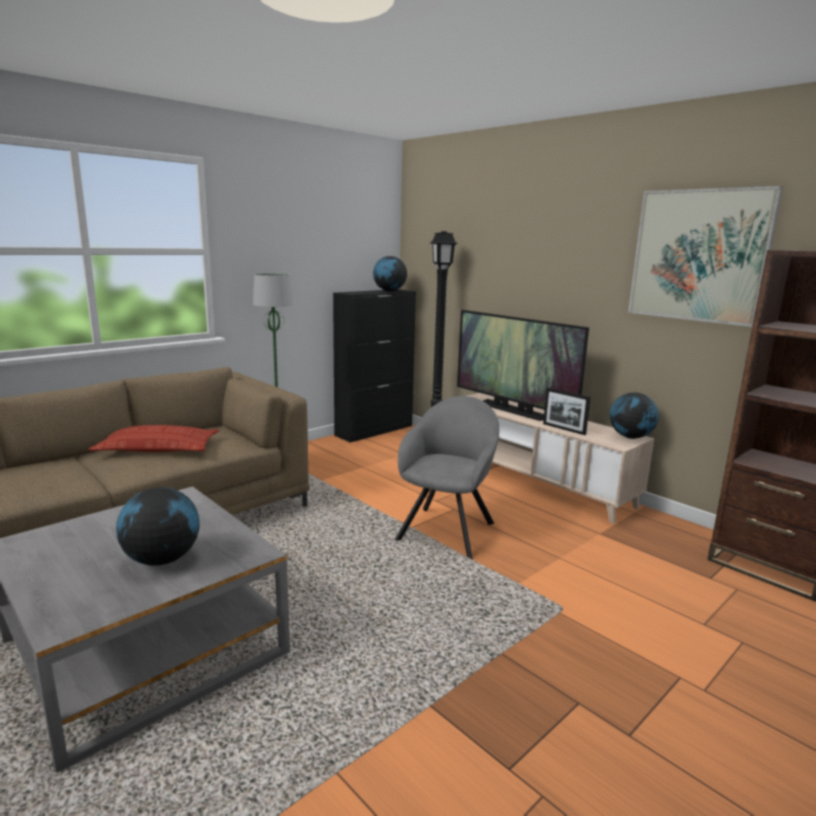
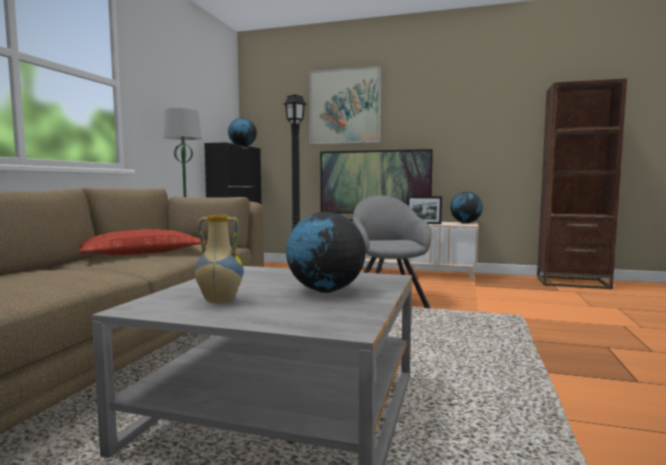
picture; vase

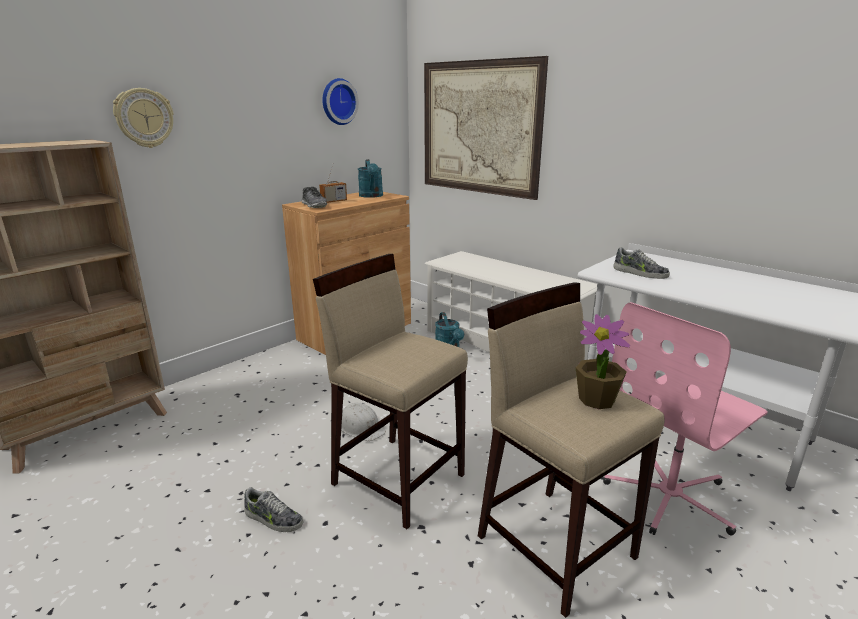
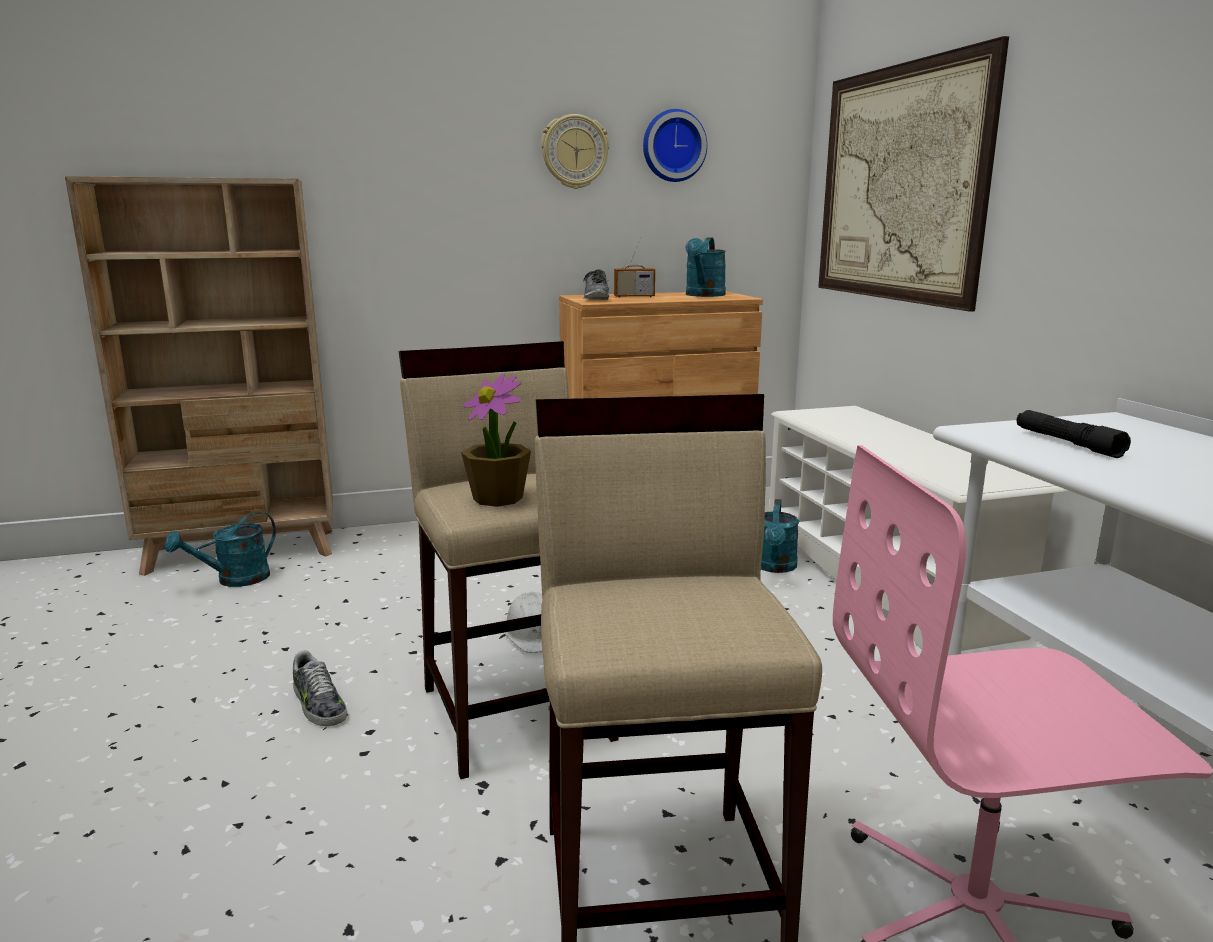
wall clock (1st from left); black flashlight; potted plant; turquoise watering can (1st from left)

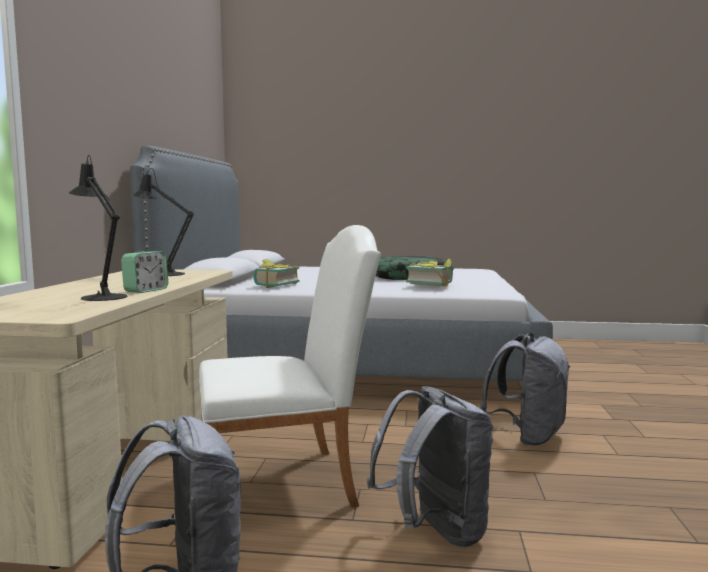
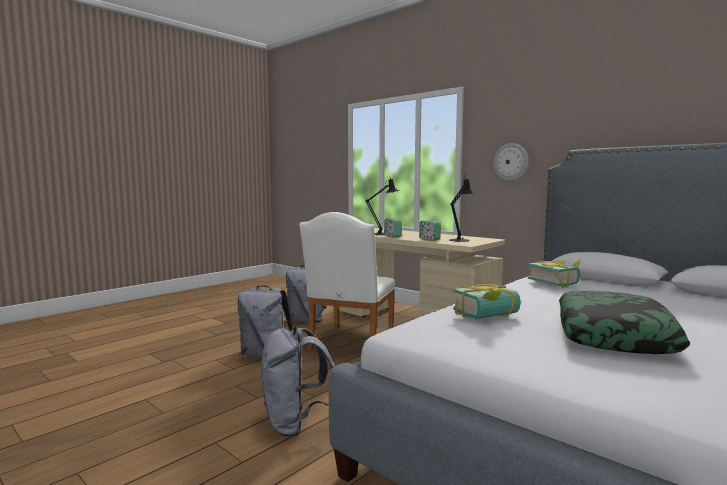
wall clock; alarm clock (2nd from left)

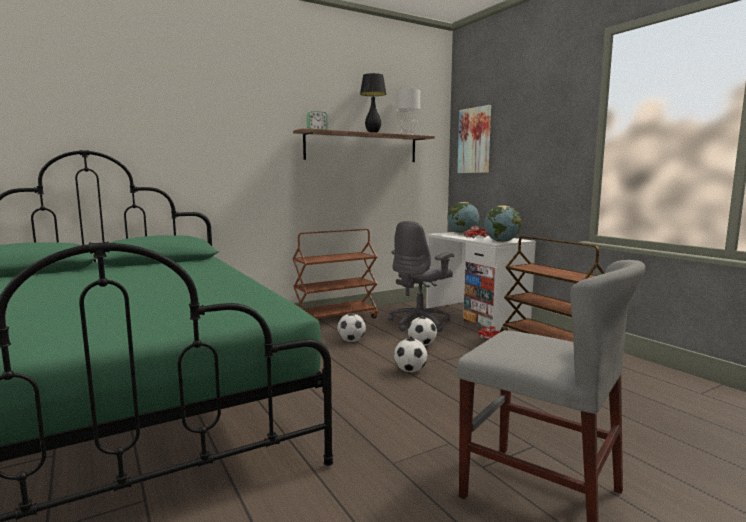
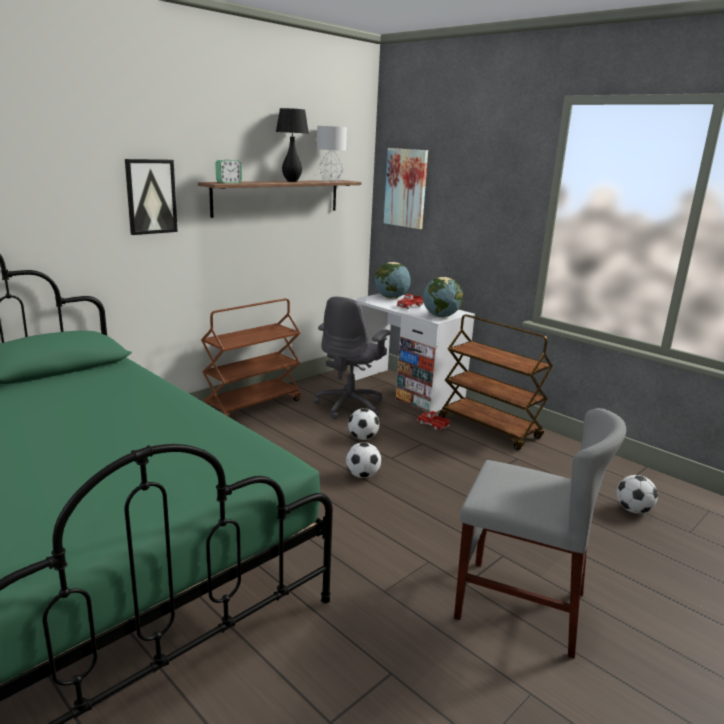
football (3rd from left); picture (1st from left)

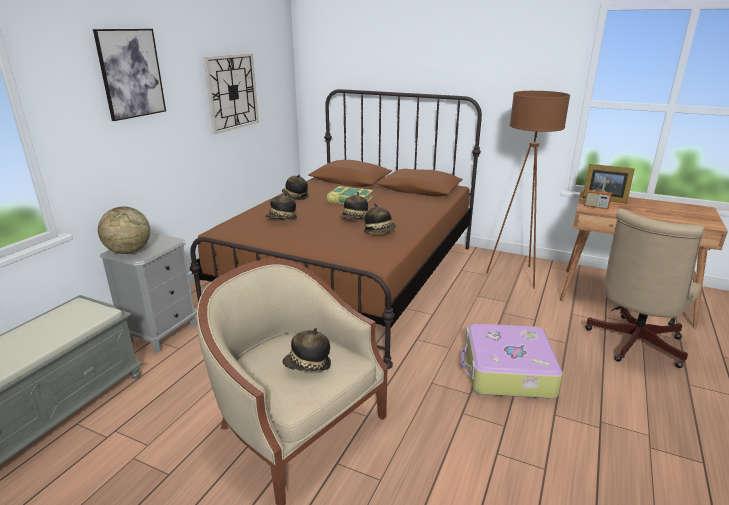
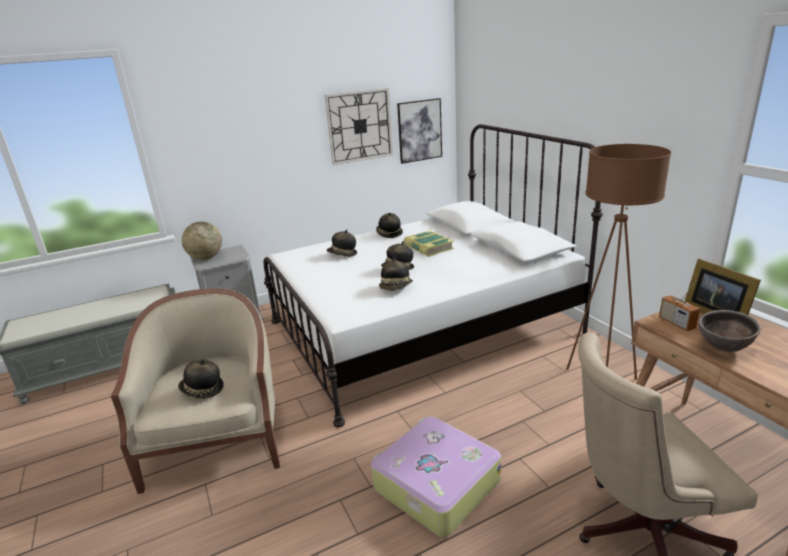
picture; white bed; brown bowl

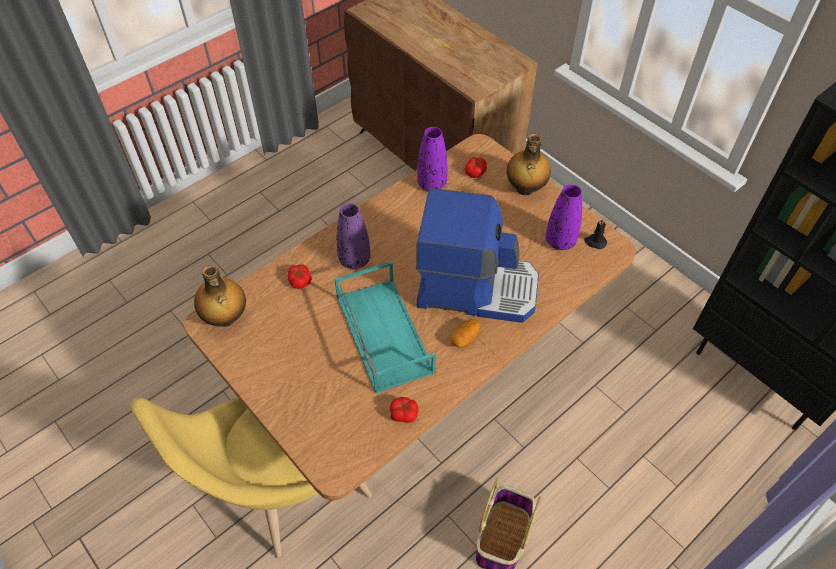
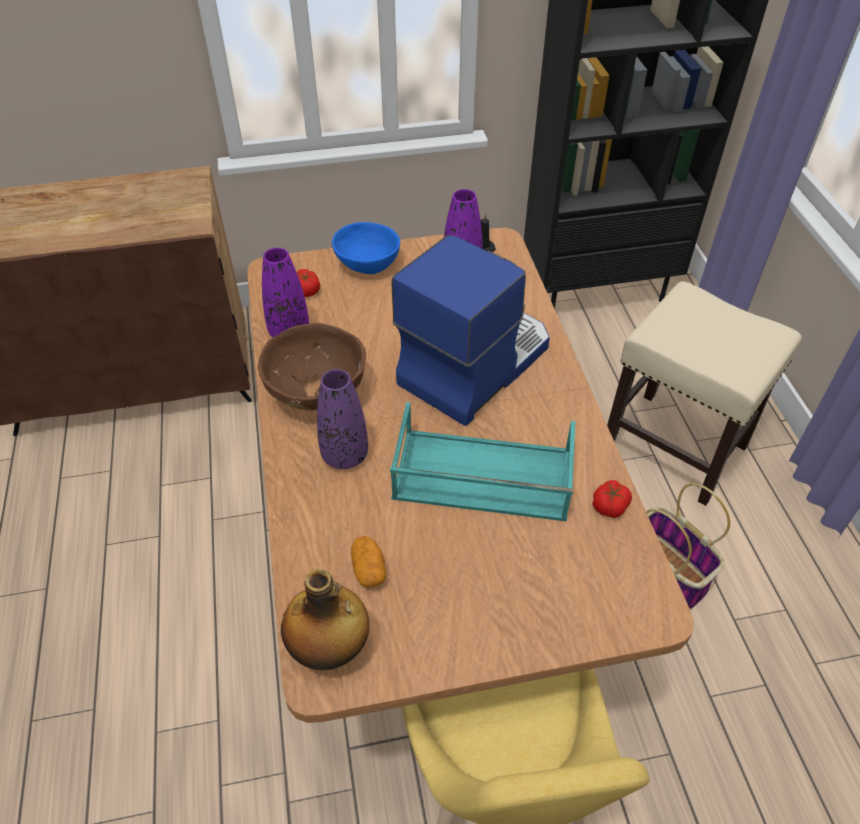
blue bowl; tomato (1st from left in the first image); potato; beige stool; brown bowl

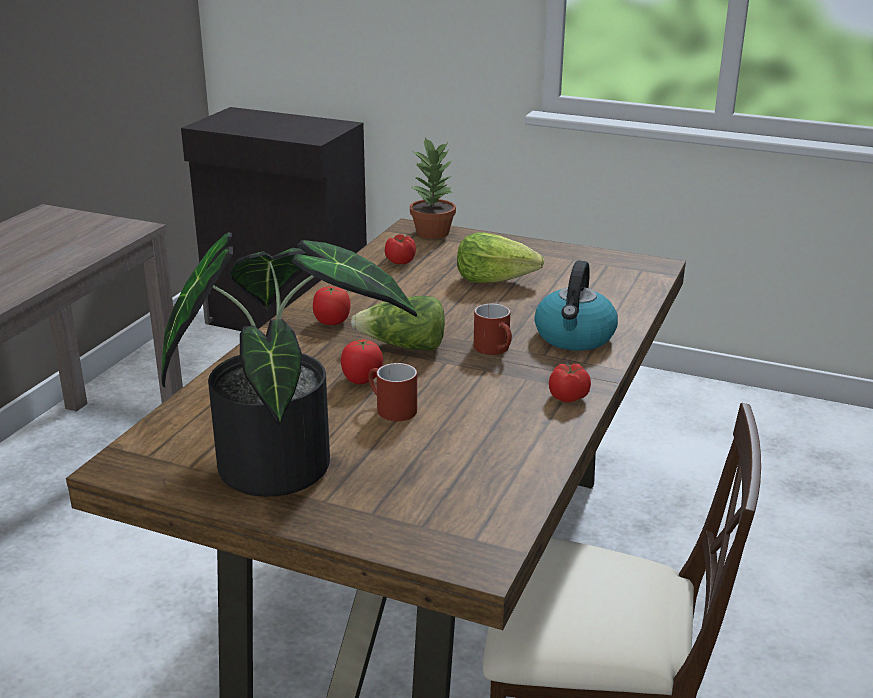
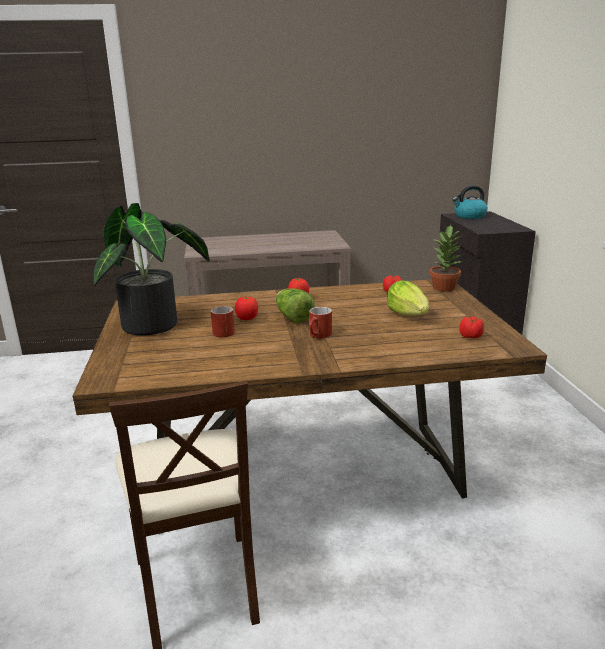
kettle; tomato (4th from left)

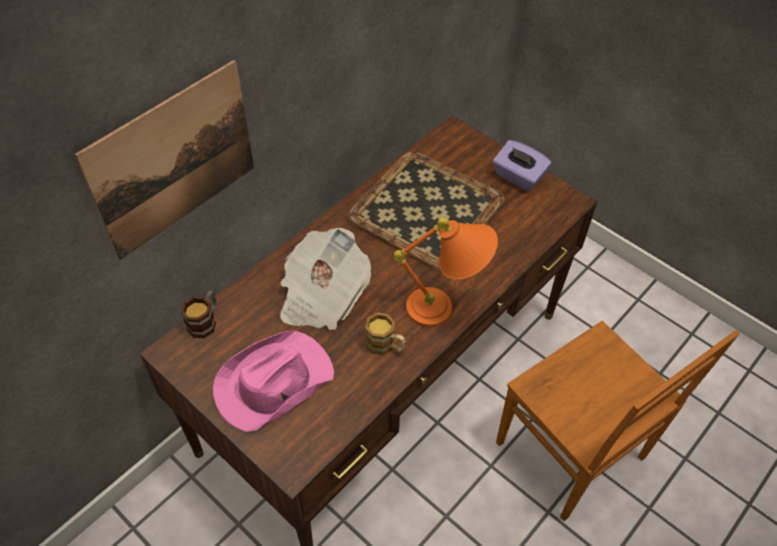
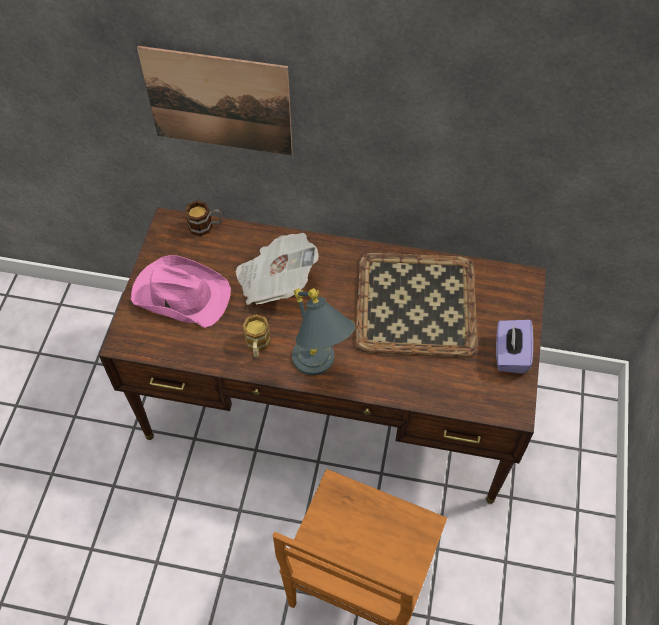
grey table lamp

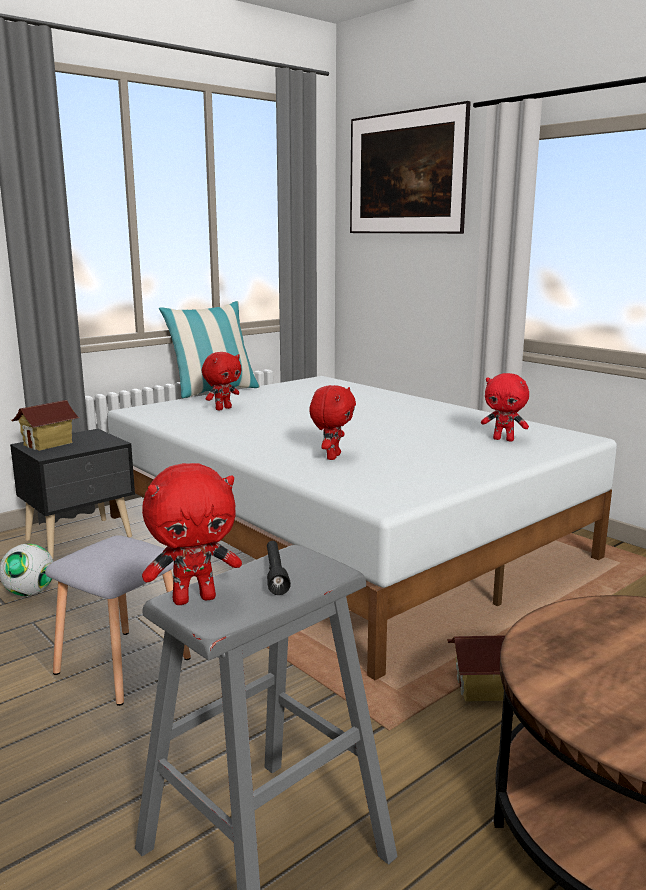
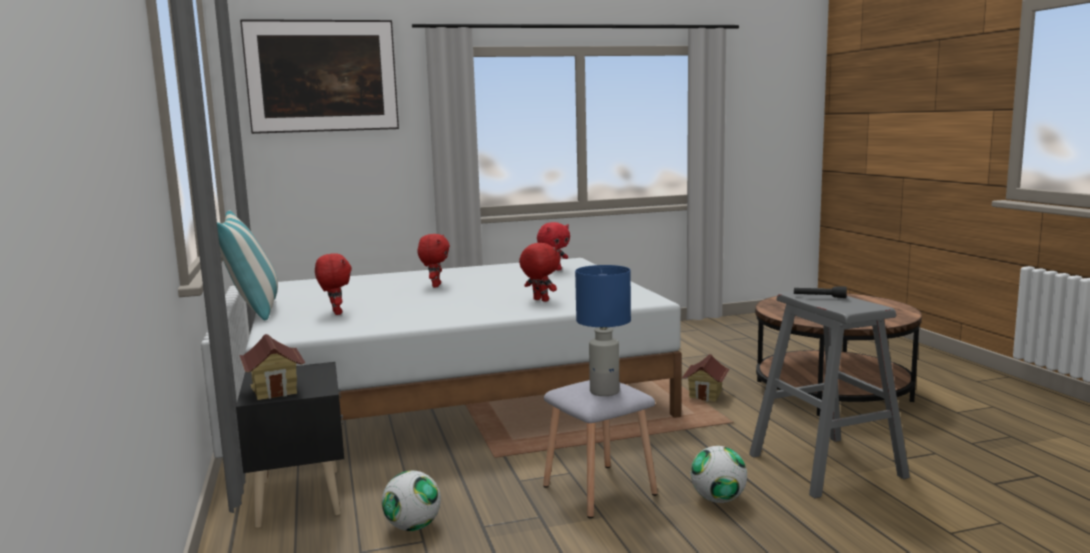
red plush toy (2nd from left); blue table lamp; football (2nd from left)

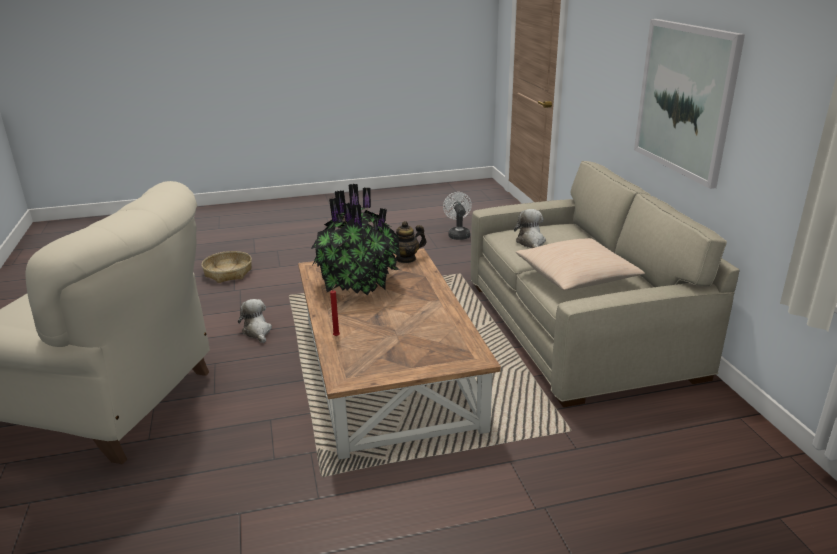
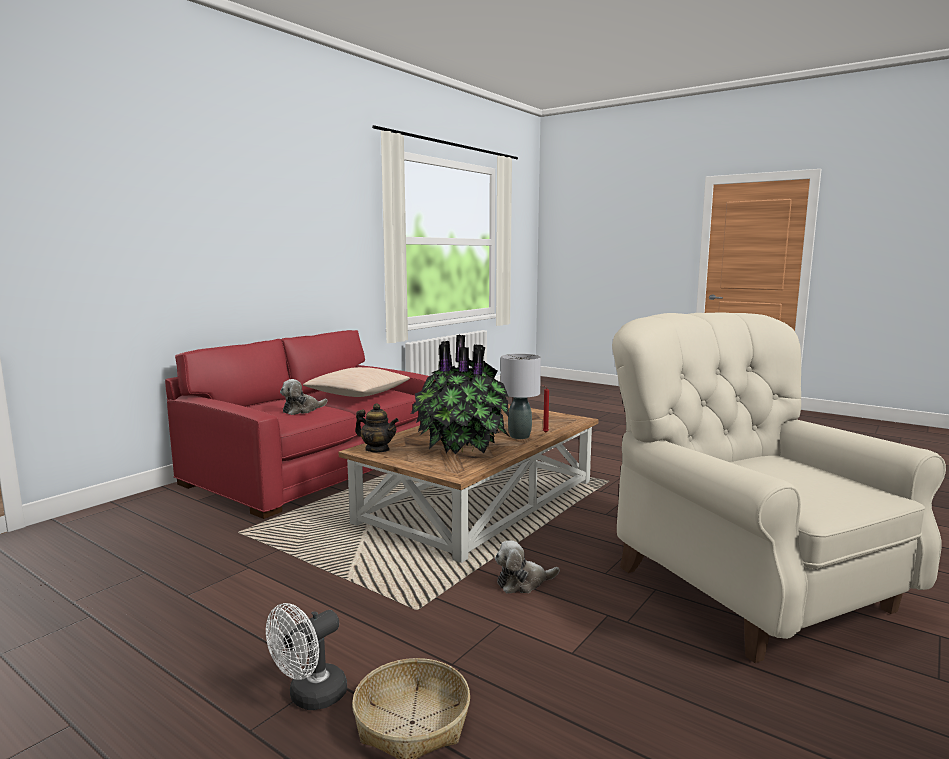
picture; red sofa; white fan; plush toy (2nd from left); grey table lamp

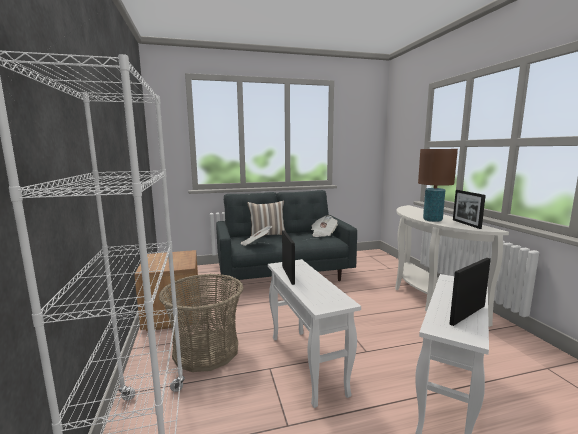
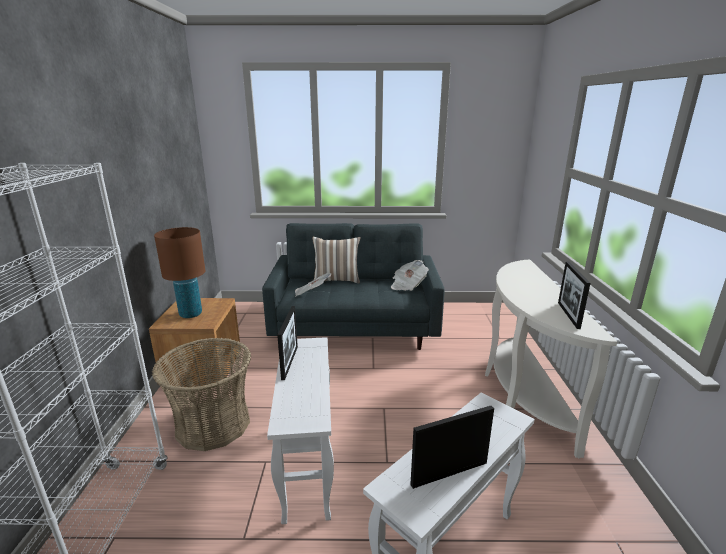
brown table lamp

